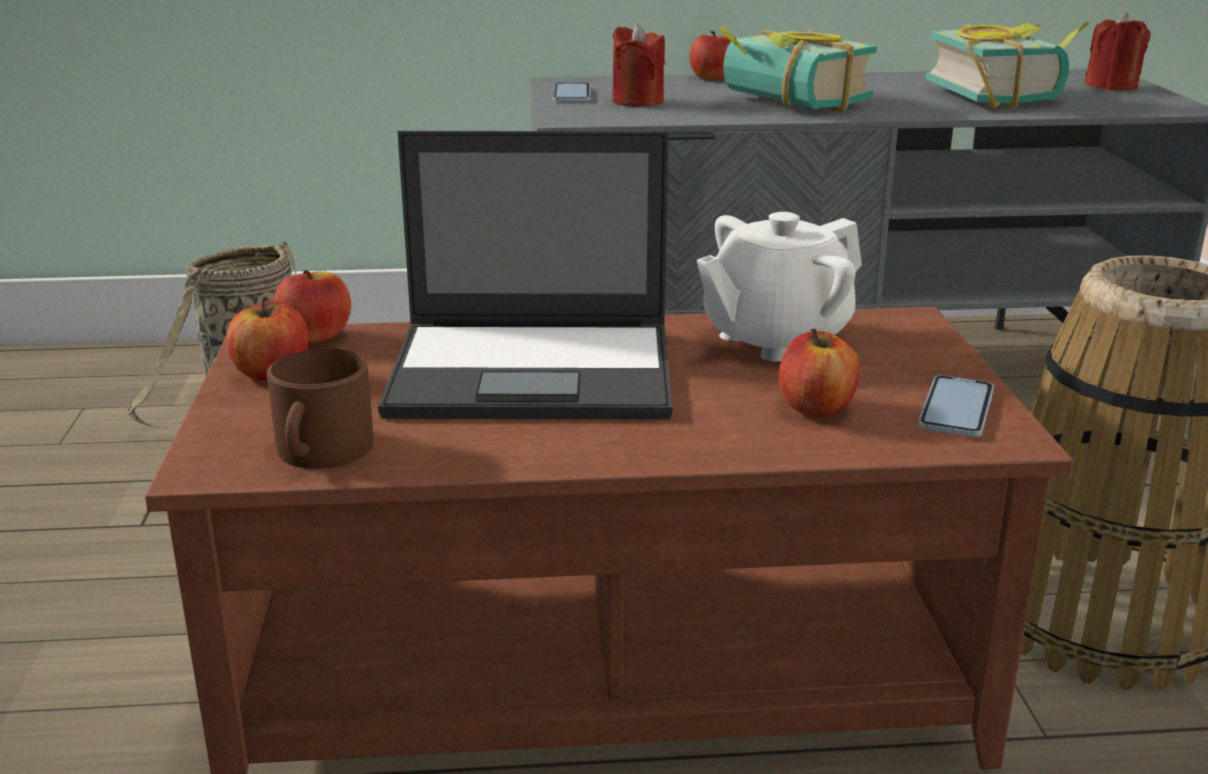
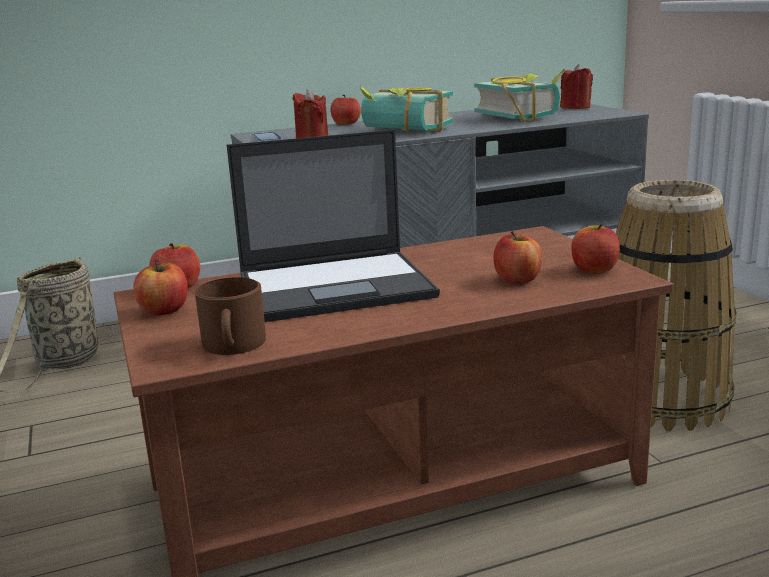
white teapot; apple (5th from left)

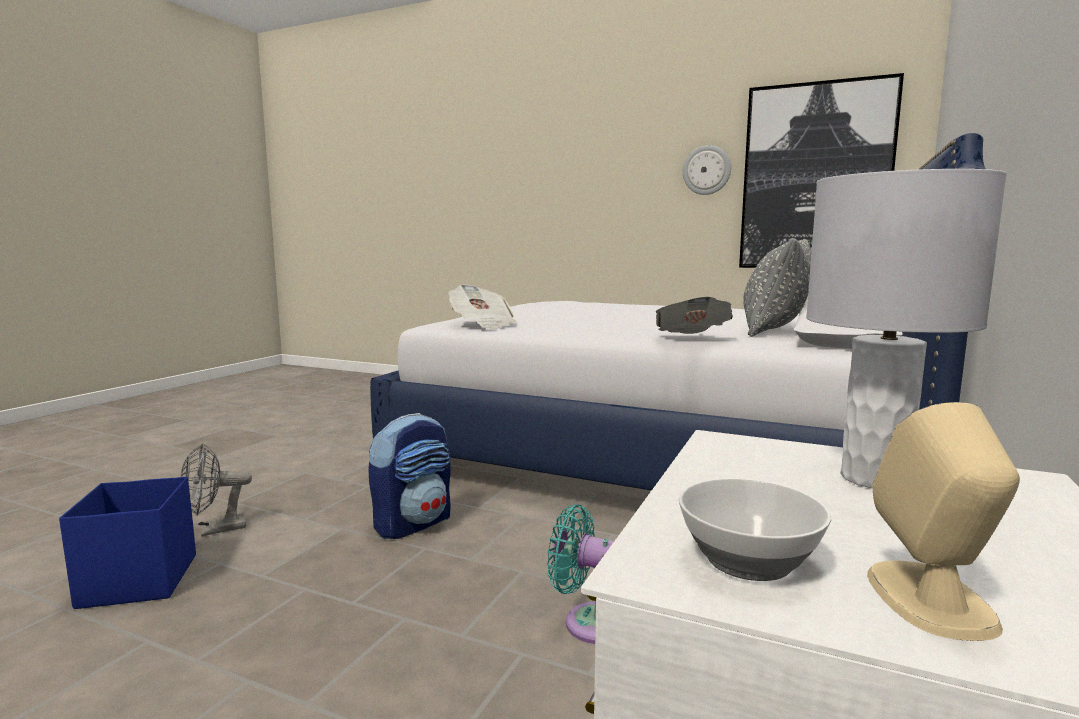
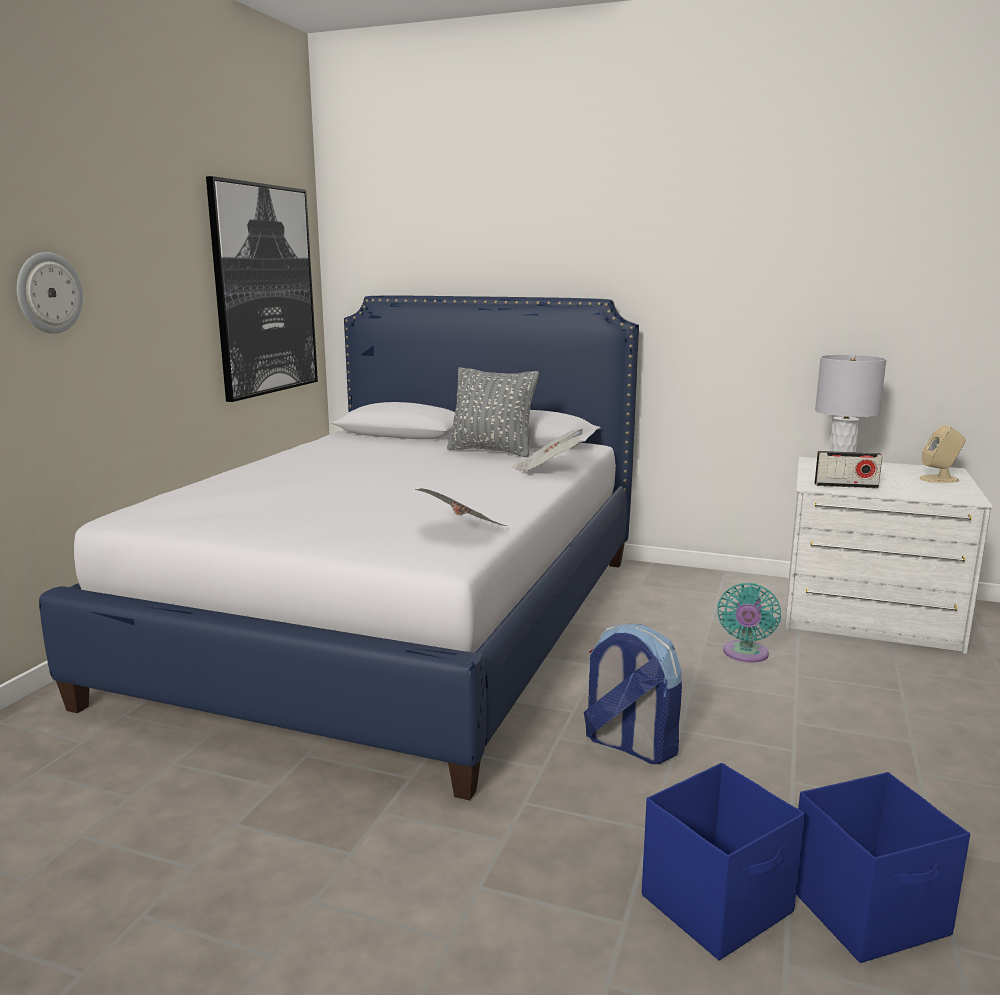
wall clock; blue storage box (1st from left); bowl; radio

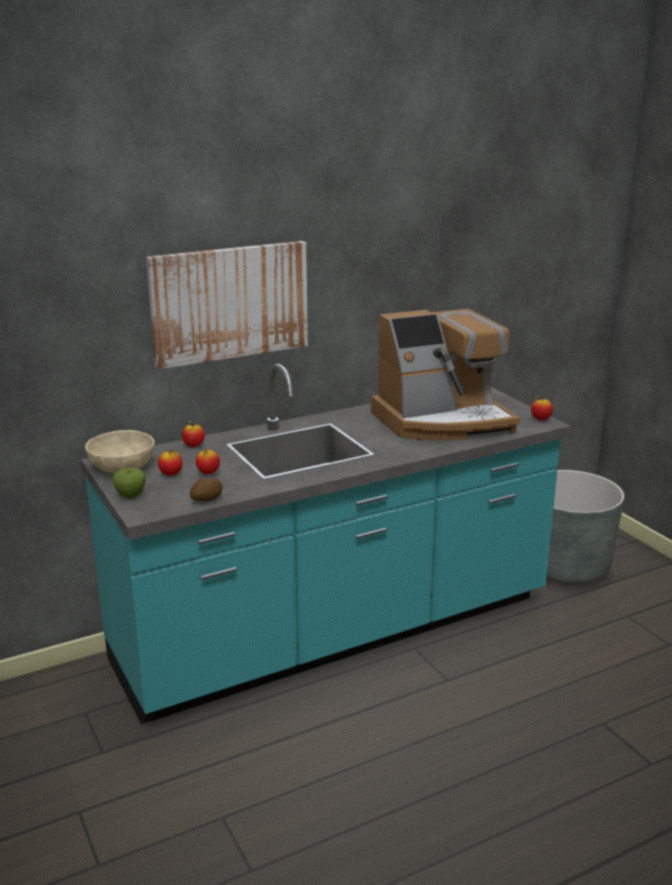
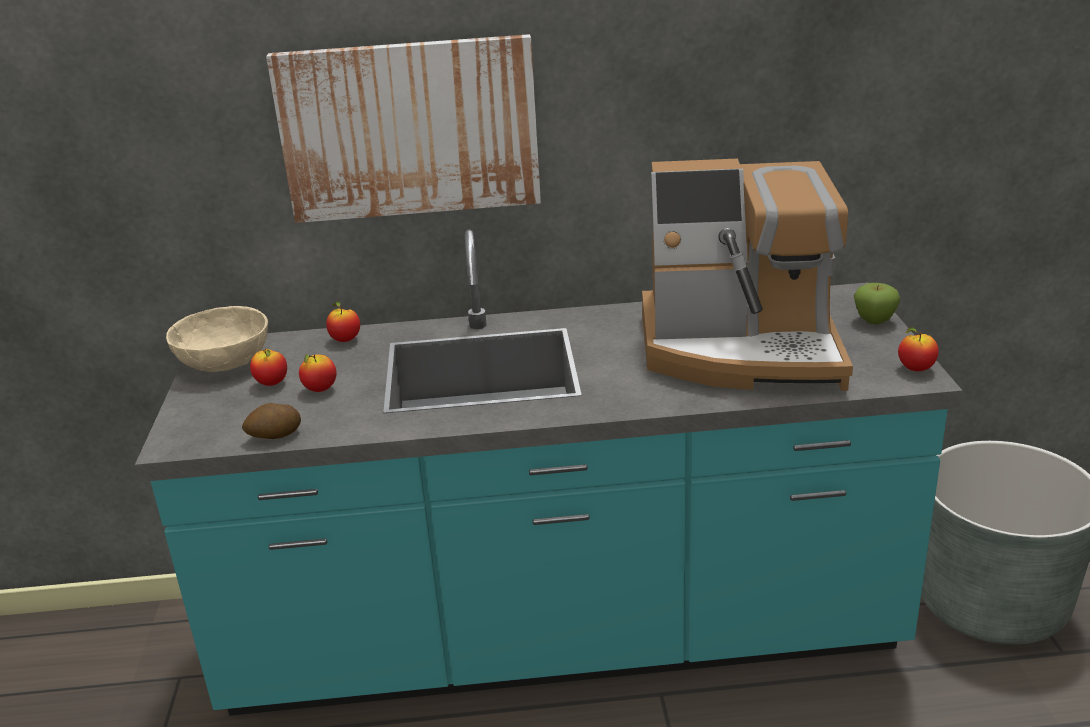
apple (4th from left)

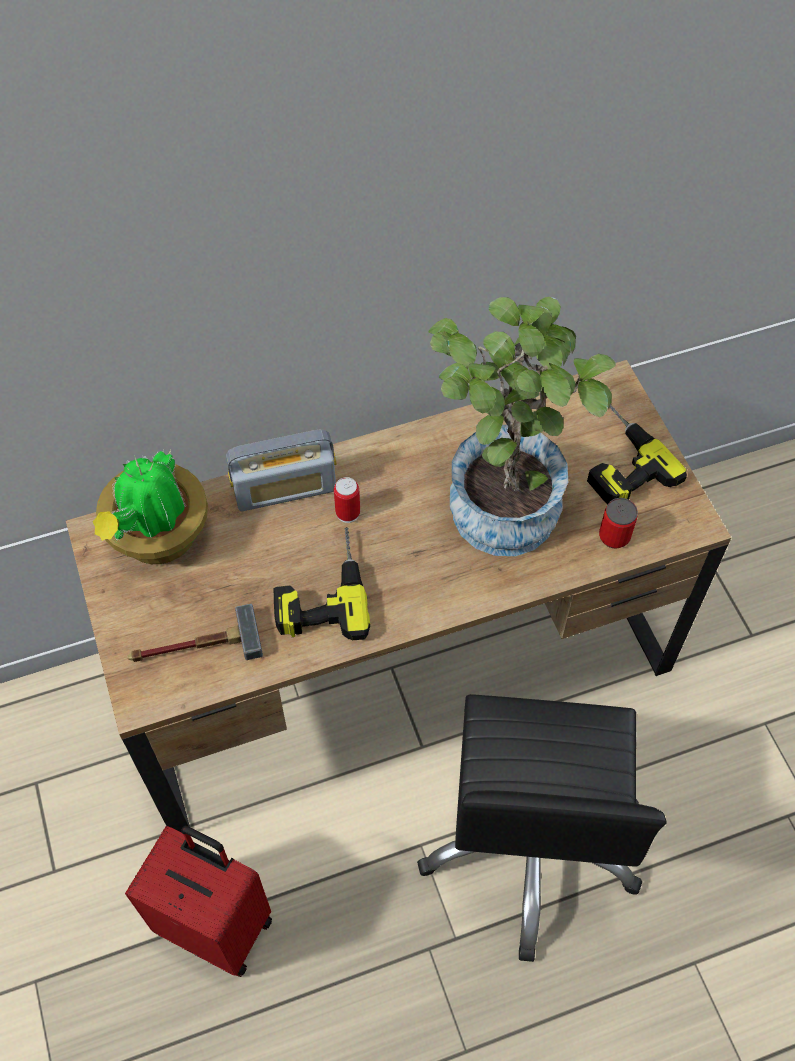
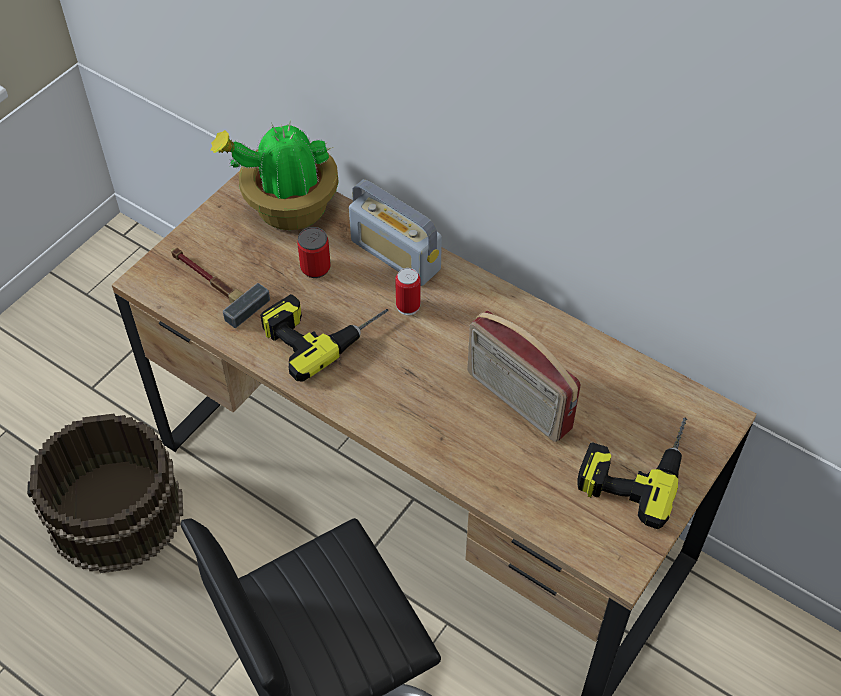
radio (2nd from left); can (1st from left); brown bucket

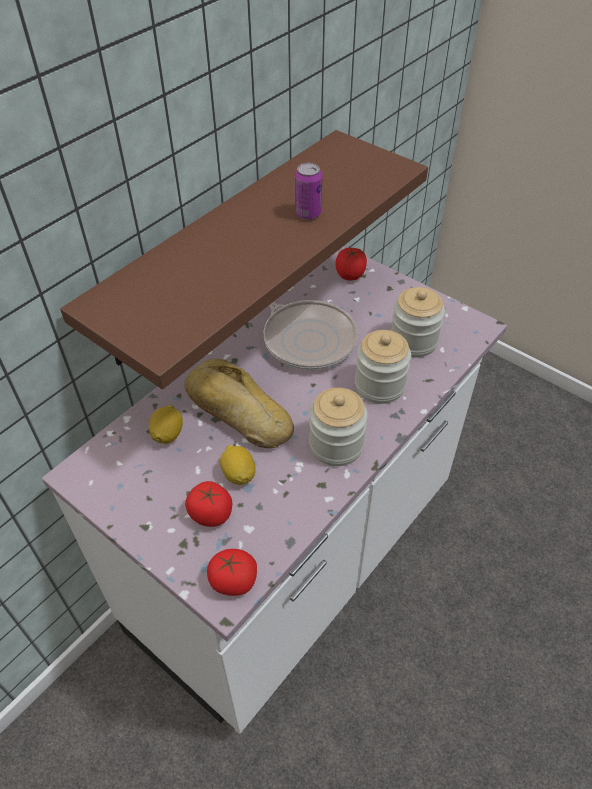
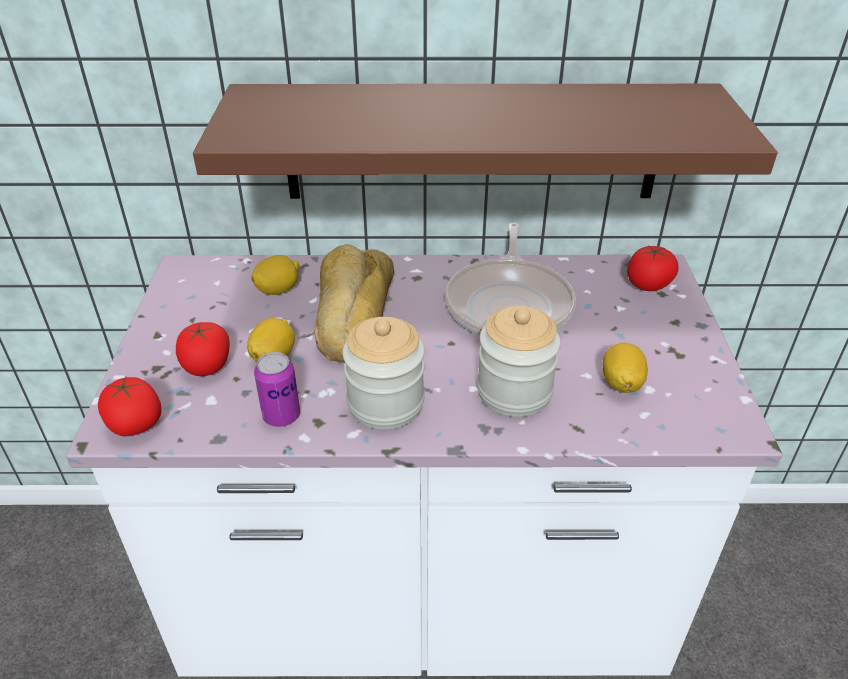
can; lemon (3rd from left)

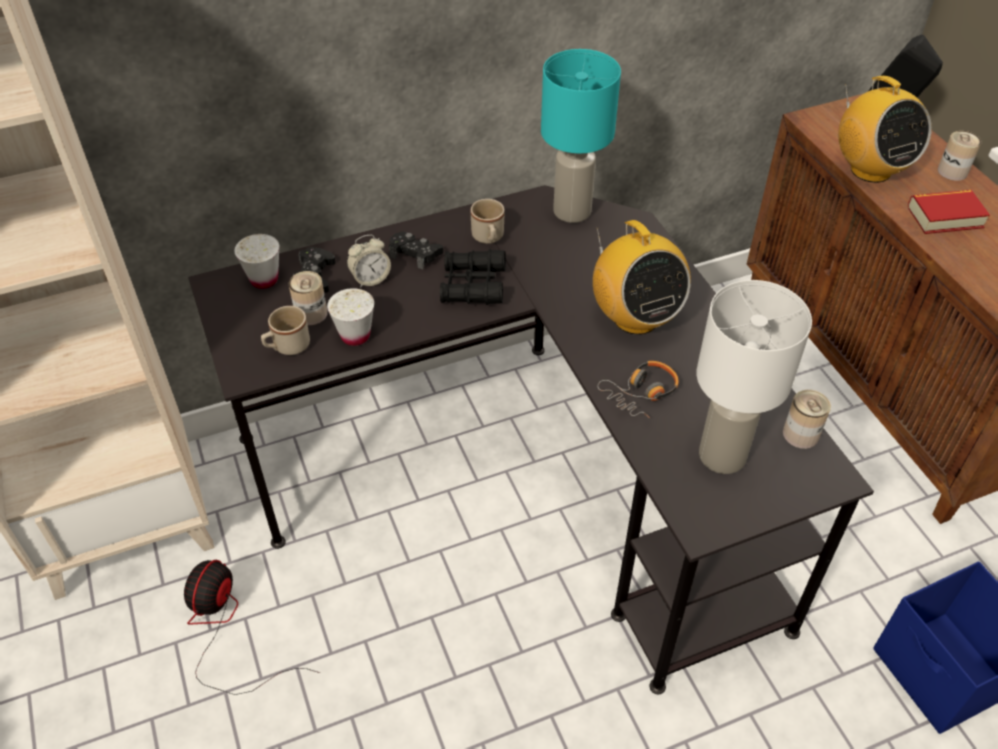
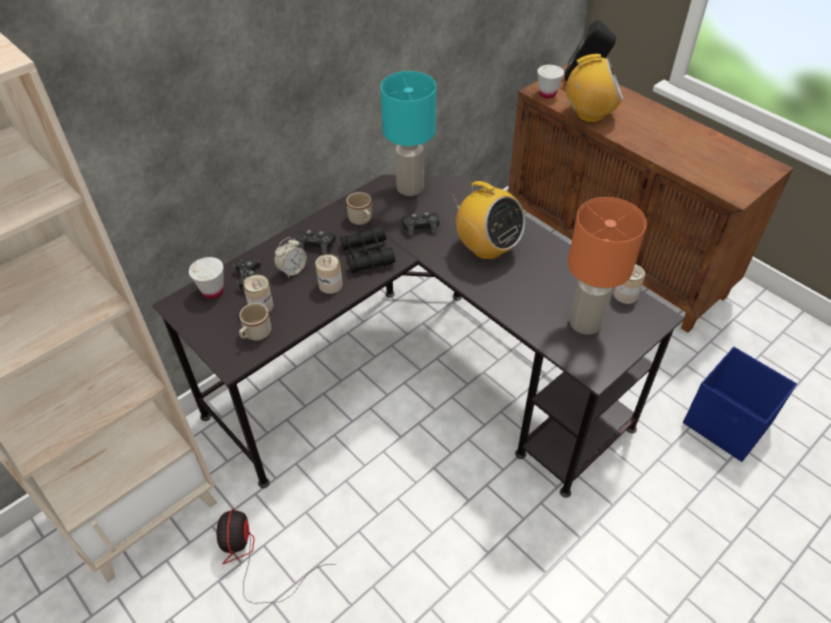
radio (2nd from left); can (2nd from left); book; orange table lamp; white cup (2nd from left); headphones; black game controller (3rd from left)

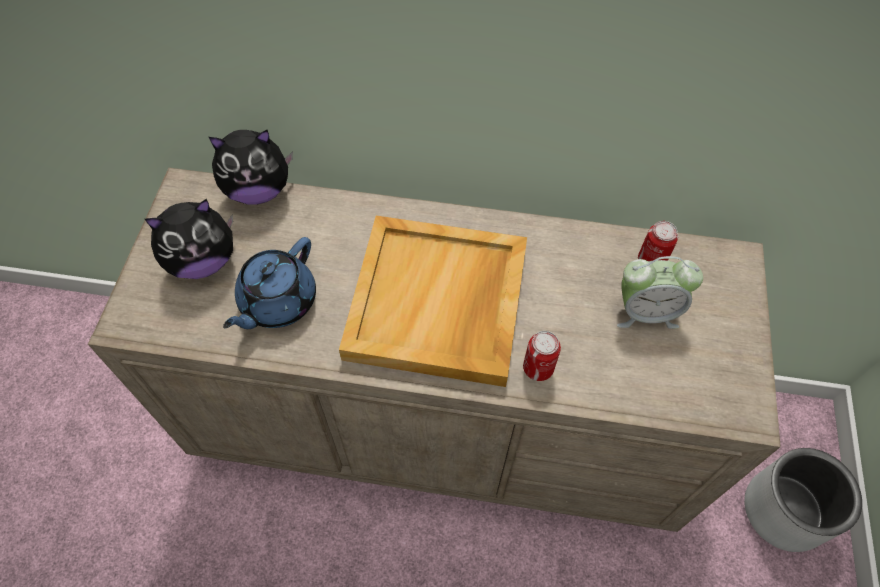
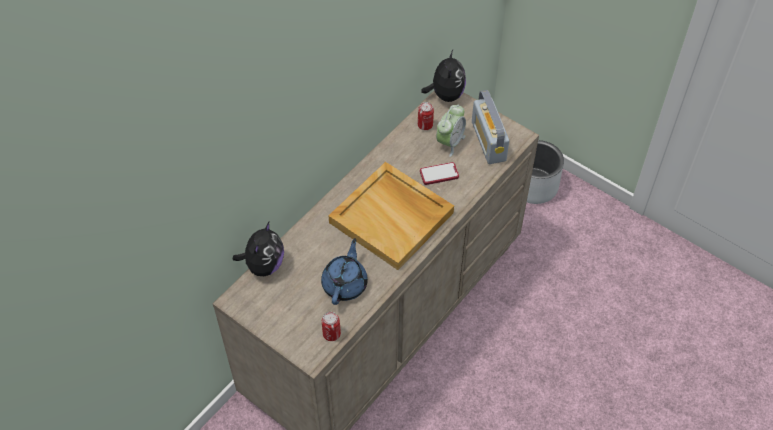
plush toy (2nd from left); blue teapot; can (1st from left); radio; phone

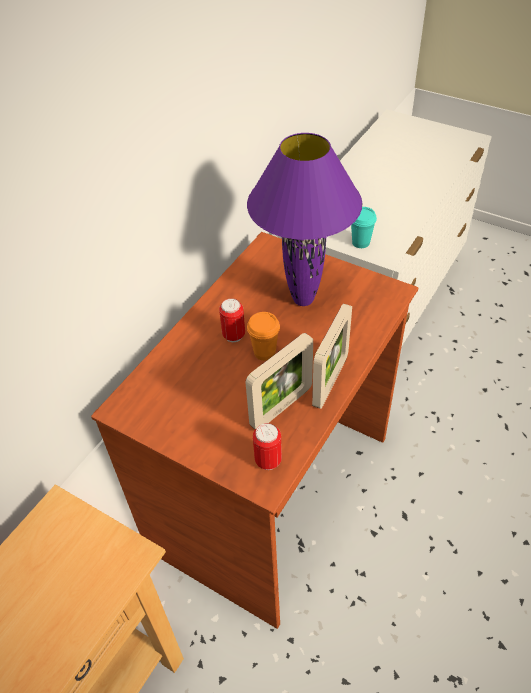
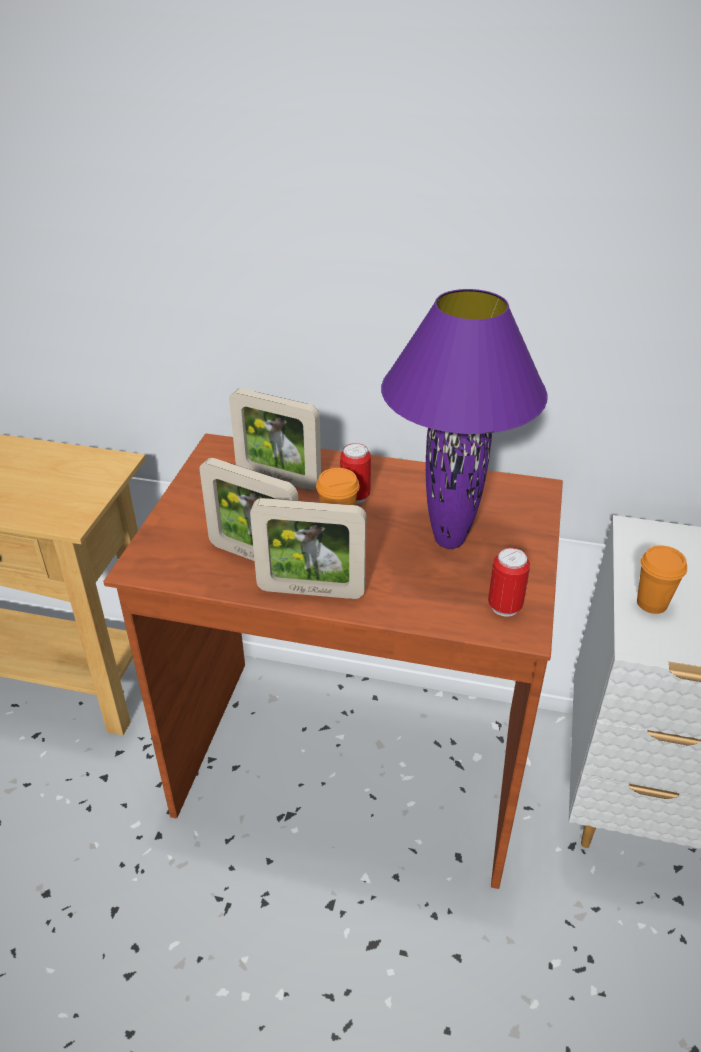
orange cup (2nd from left); can (2nd from left); picture frame (2nd from left)

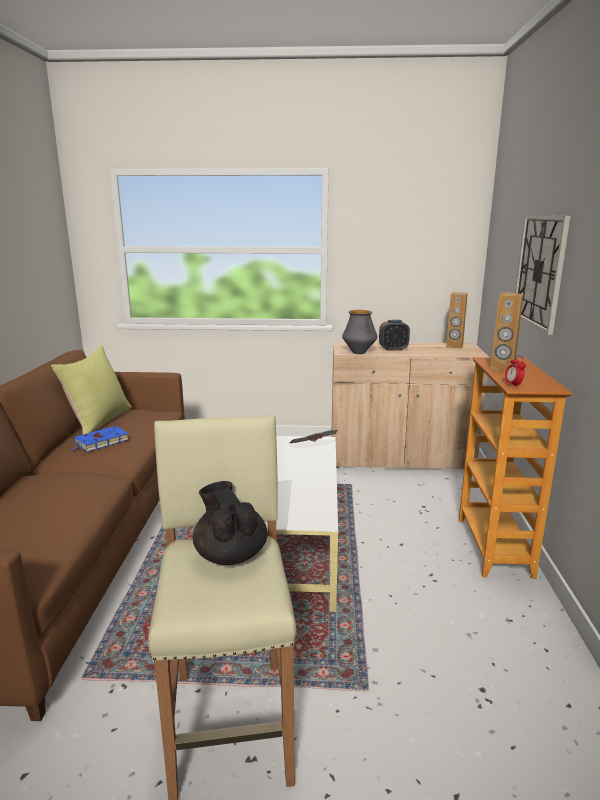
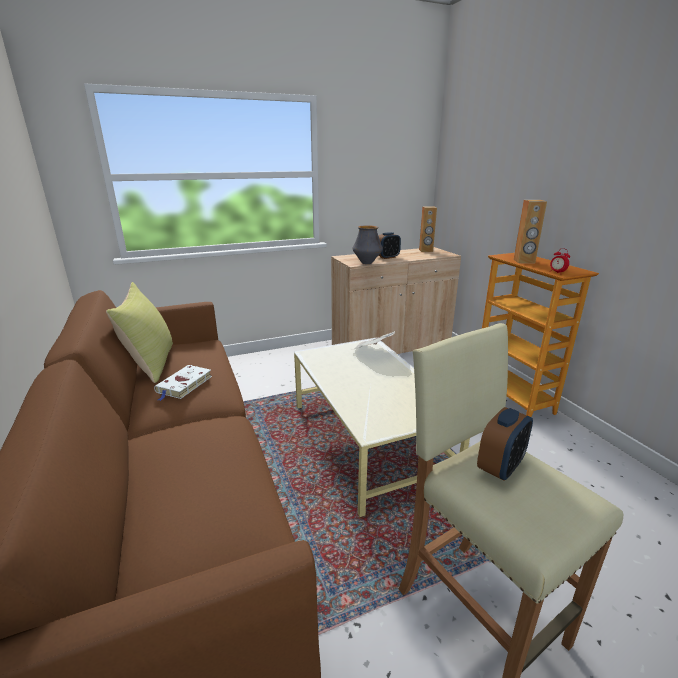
wall clock; white book; alarm clock (2nd from left)

